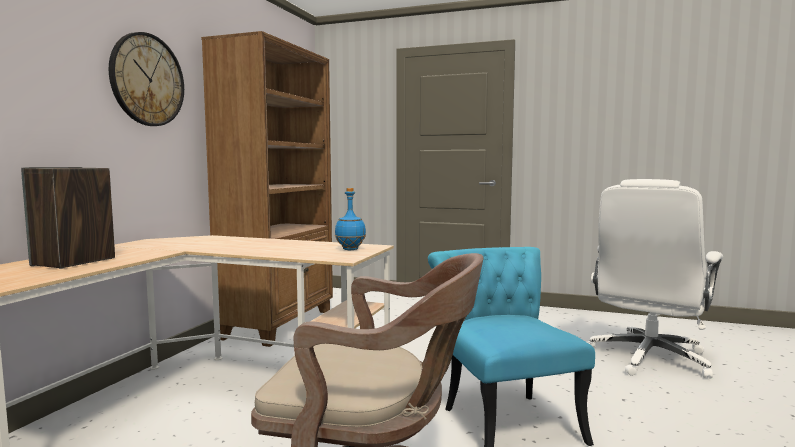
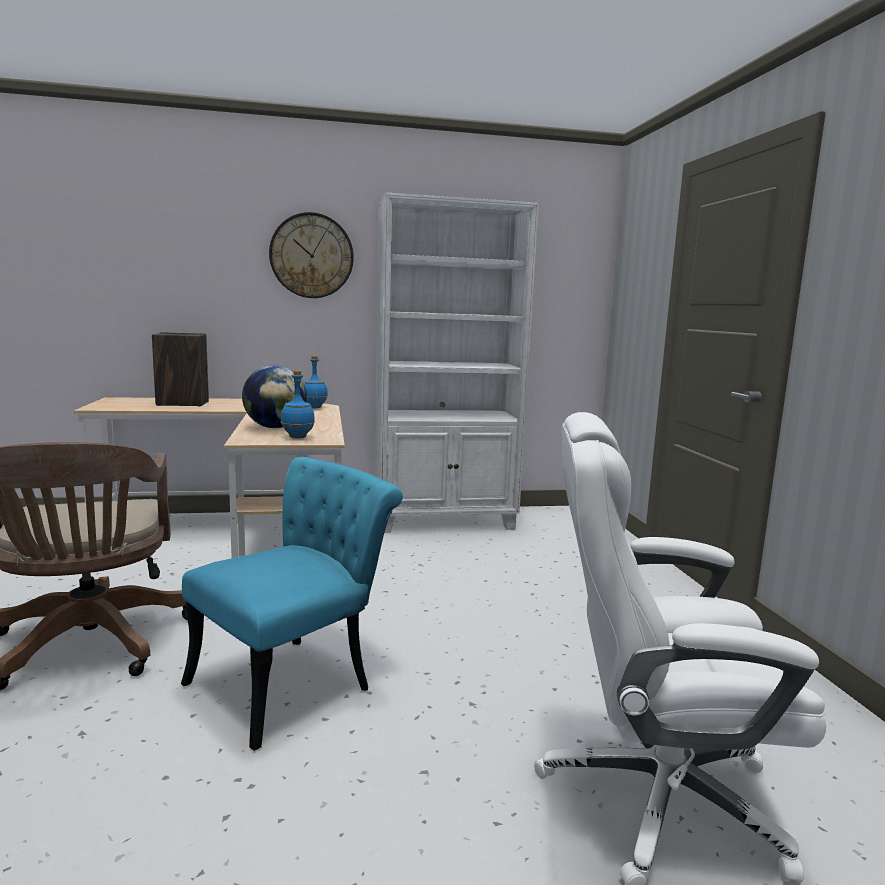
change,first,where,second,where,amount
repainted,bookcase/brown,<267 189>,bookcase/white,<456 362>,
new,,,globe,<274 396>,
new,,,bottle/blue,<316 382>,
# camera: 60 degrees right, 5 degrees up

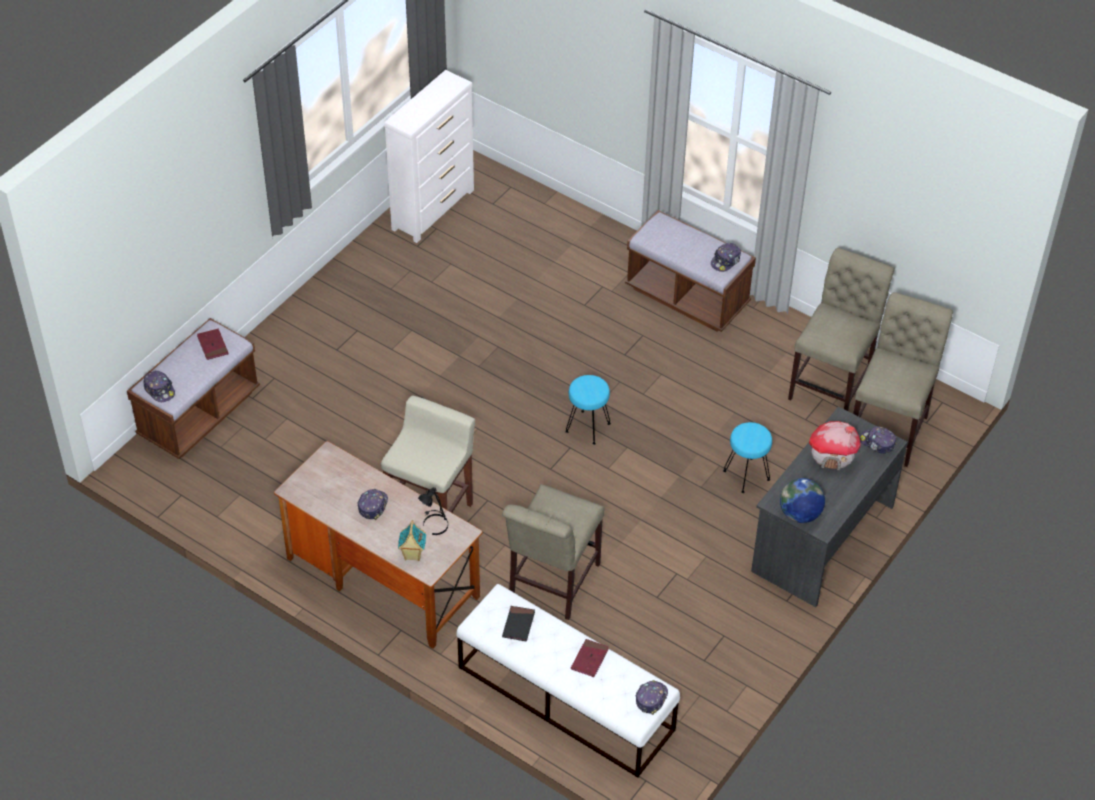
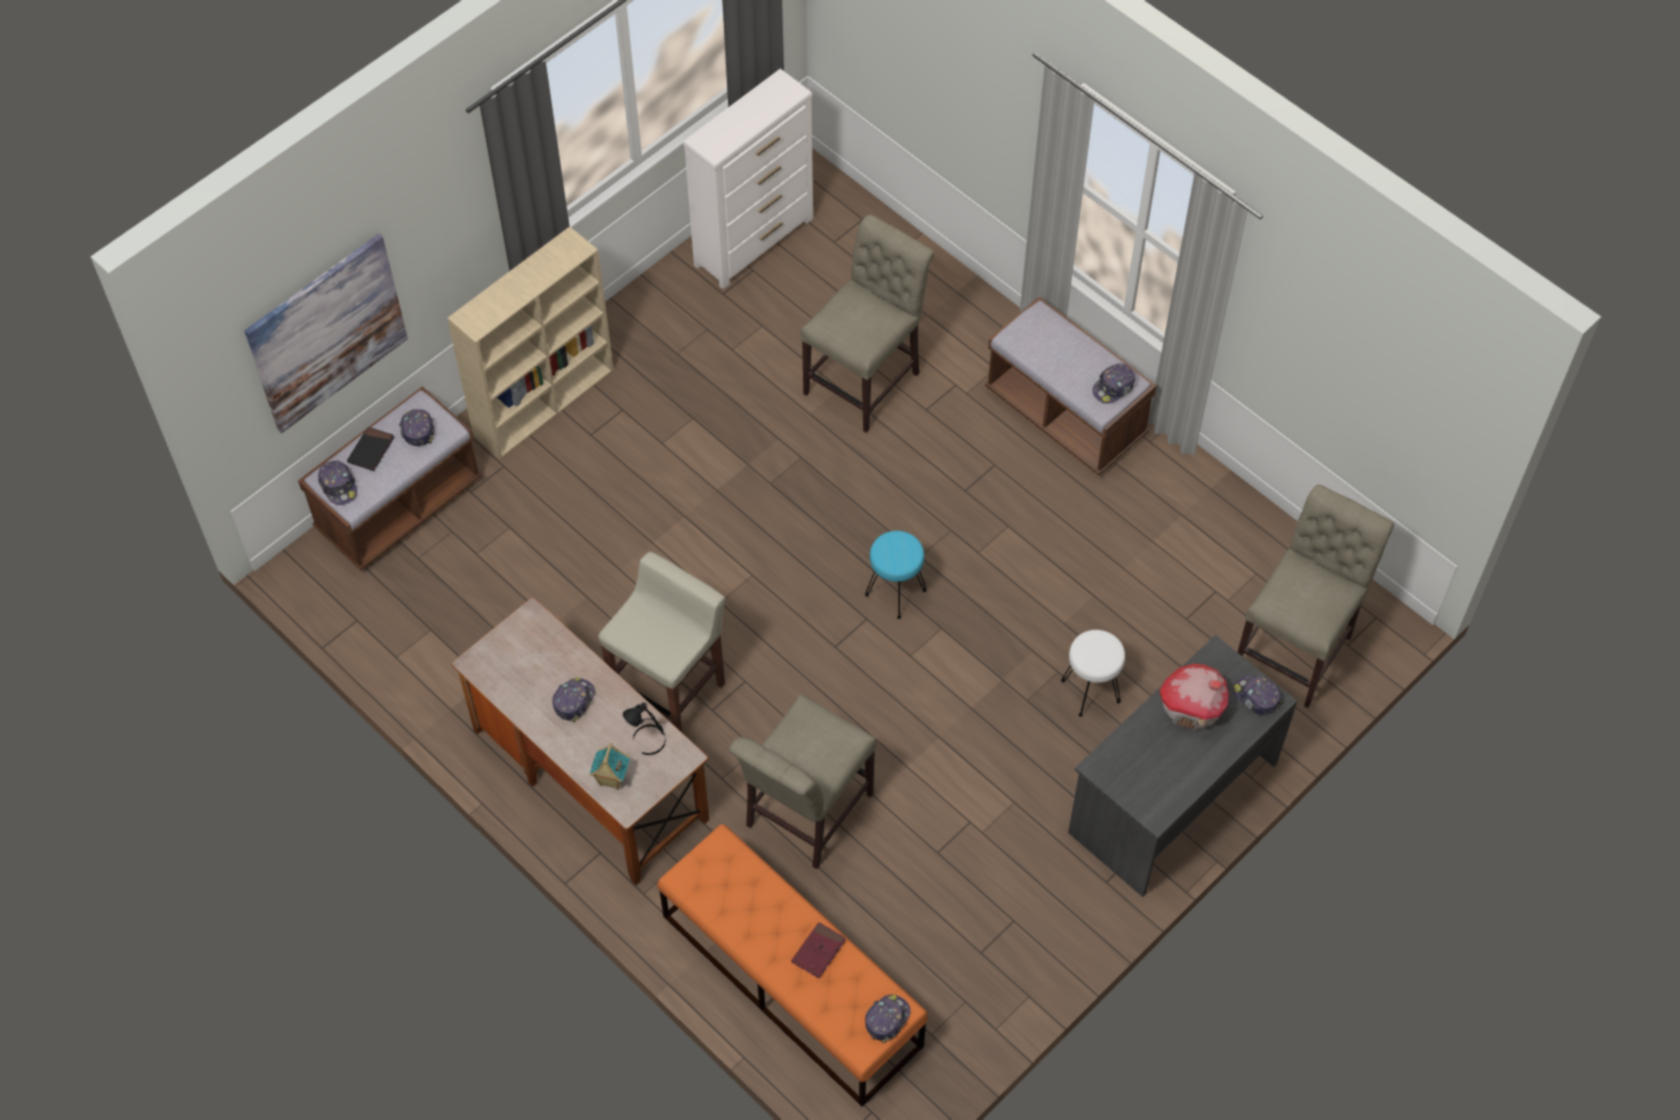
change,first,where,second,where,amount
swapped,book/red,<212 344>,cap,<416 428>,
repainted,bench/white,<568 681>,bench/orange,<792 965>,
shifted,book/black,<518 624>,,<370 449>,
repainted,stool/turquoise,<747 457>,stool/white,<1093 673>,
gone,globe,<802 500>,,,
shifted,chair/beige,<841 329>,,<867 323>,
new,,,picture,<326 333>,
new,,,bookcase/beige,<530 342>,
# camera: 10 degrees right, 10 degrees up

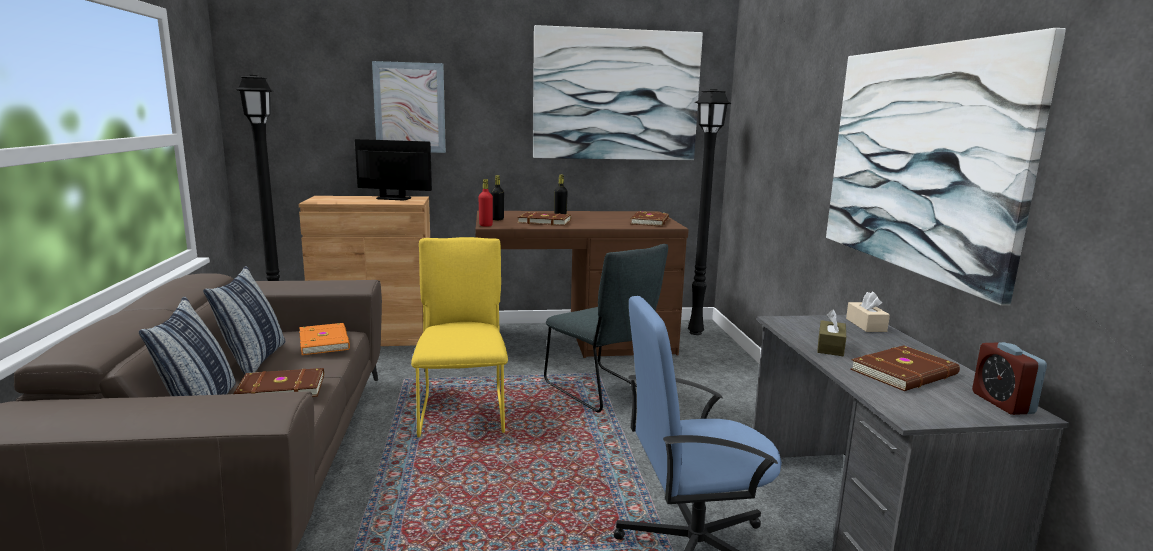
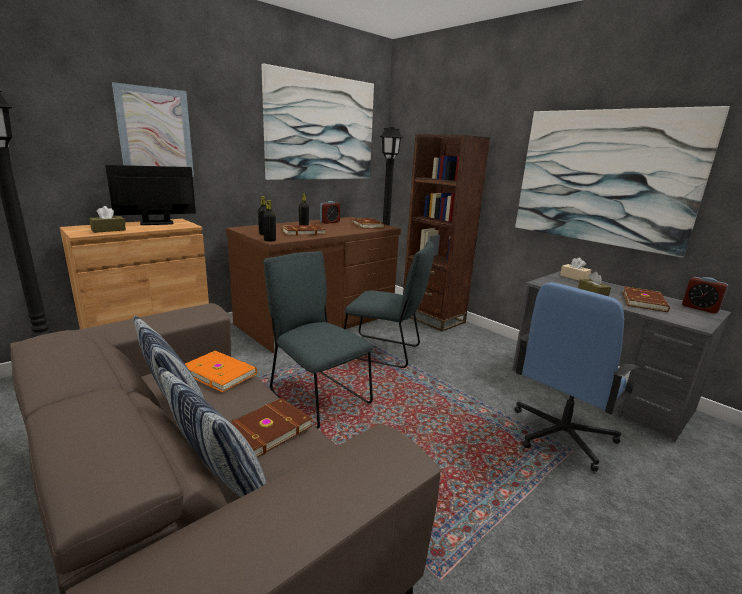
change,first,where,second,where,amount
repainted,chair/yellow,<459 337>,chair/grey,<319 340>,
repainted,bottle/red,<485 203>,bottle/black,<269 220>,
new,,,tissue box/brown,<107 219>,
new,,,alarm clock,<330 212>,
new,,,bookcase/brown,<446 233>,
# camera: 35 degrees left, 5 degrees up

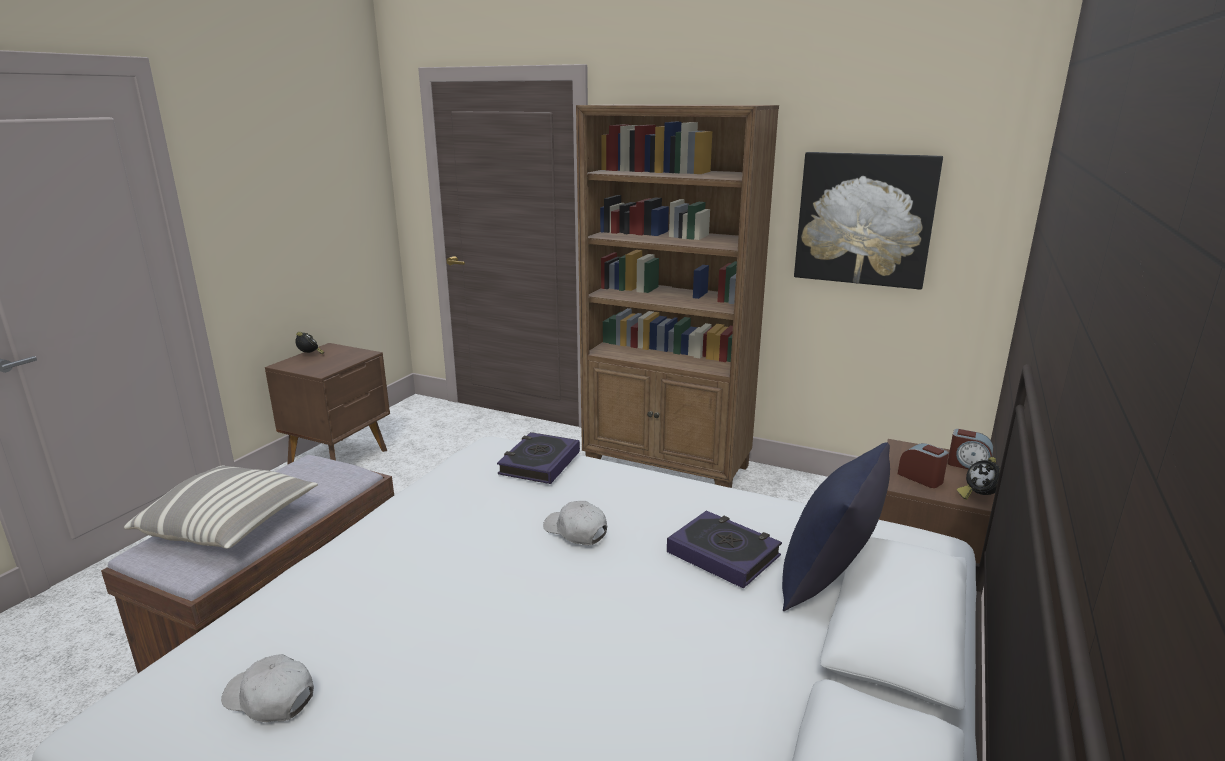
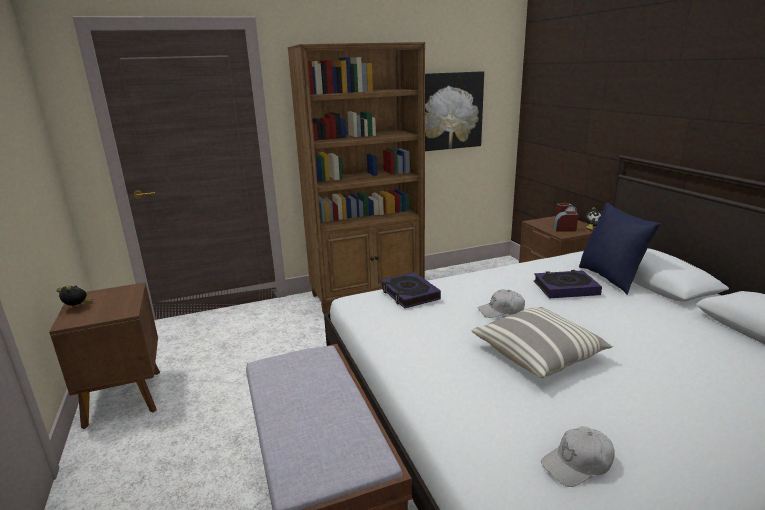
change,first,where,second,where,amount
shifted,pillow,<221 507>,,<543 342>,
# camera: 45 degrees left, 0 degrees up

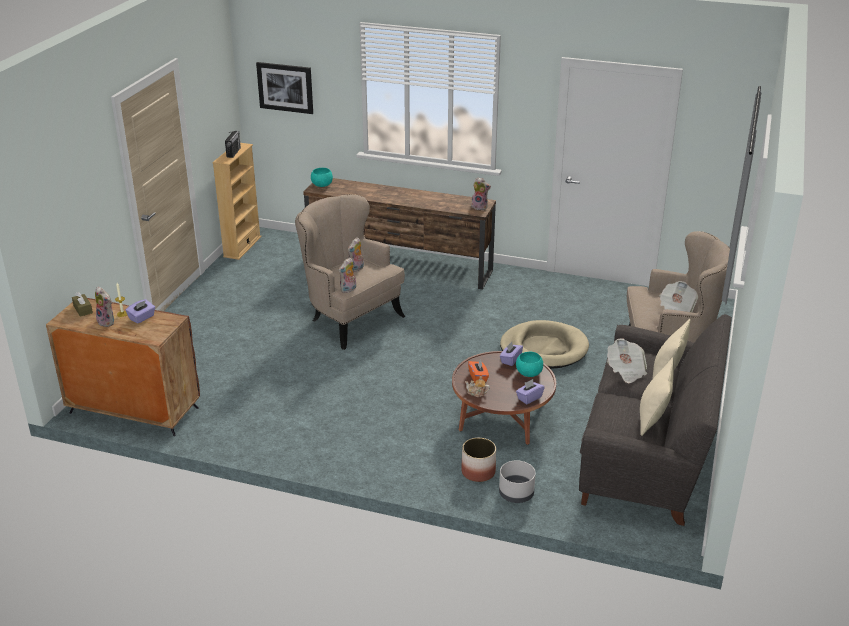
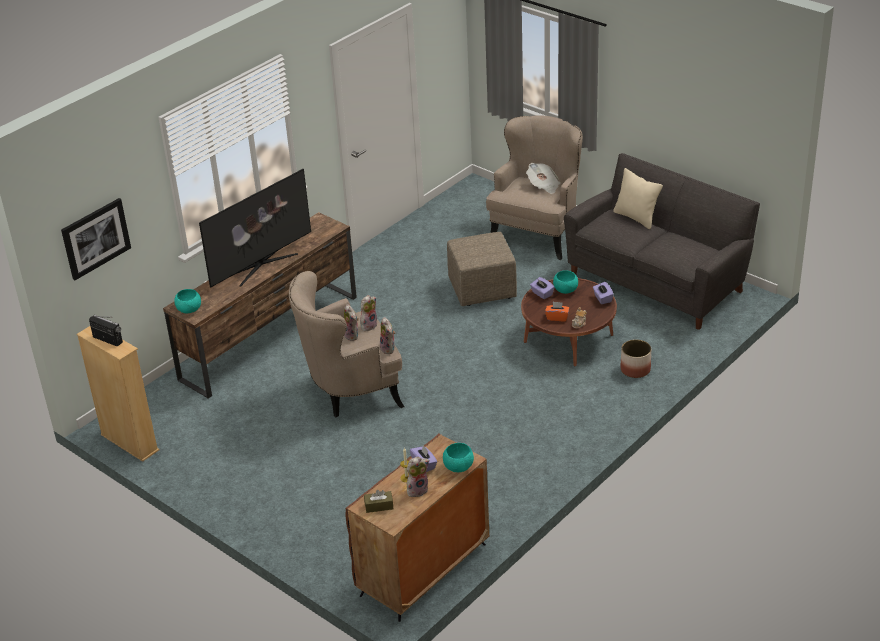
change,first,where,second,where,amount
shifted,plush toy,<481 193>,,<368 313>,
gone,planter/grey,<517 481>,,,
swapped,dog bed/beige,<544 344>,ottoman/beige,<482 269>,
gone,newspaper,<627 360>,,,
gone,pillow/beige,<657 396>,,,
new,,,television,<255 228>,
new,,,bowl/turquoise,<458 457>,
# camera: 65 degrees left, 5 degrees up

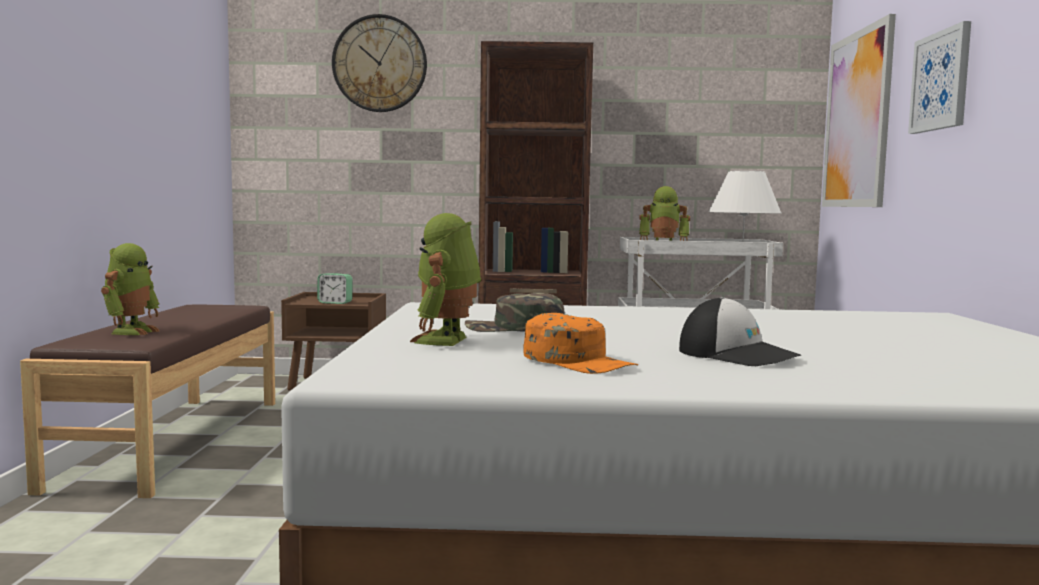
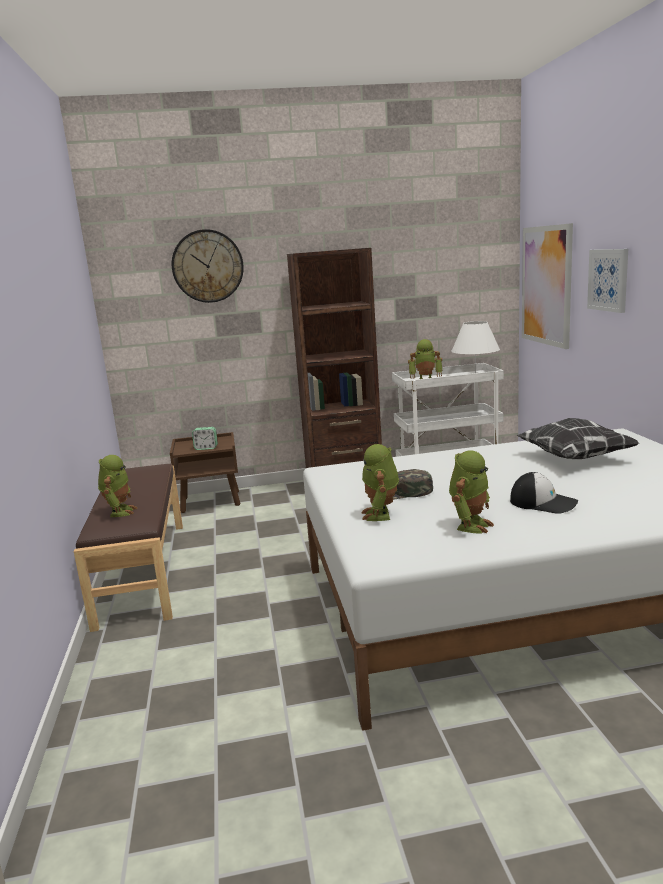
change,first,where,second,where,amount
swapped,cap/orange,<580 343>,toy robot,<471 492>,
new,,,pillow,<578 438>,
# camera: 10 degrees left, 10 degrees up

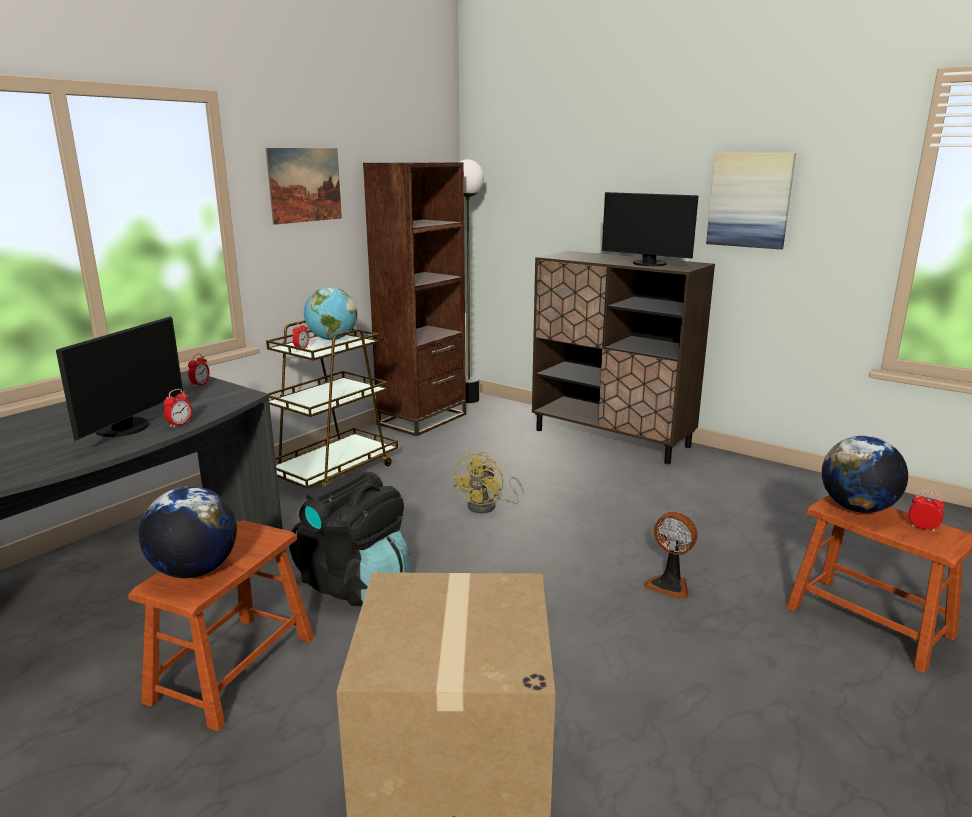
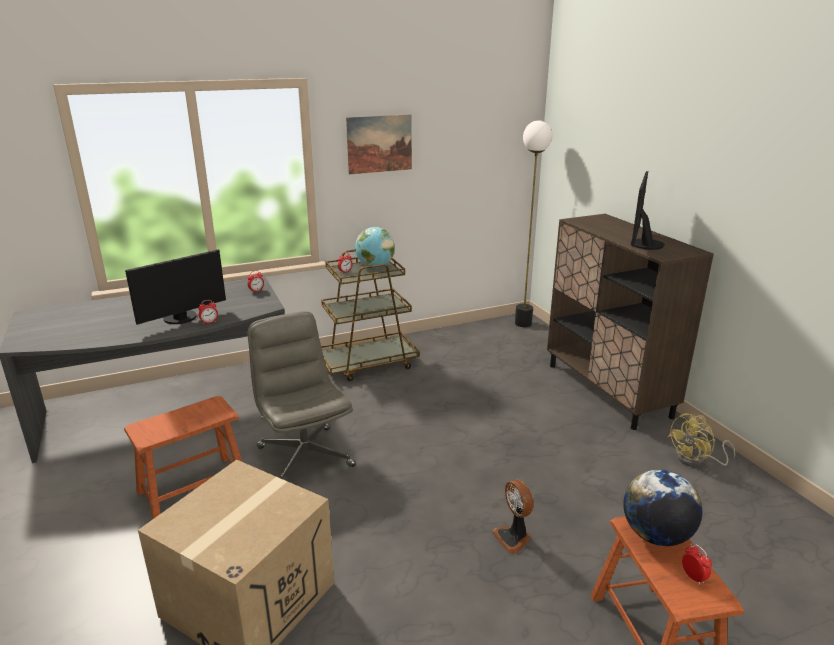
change,first,where,second,where,amount
gone,globe,<188 532>,,,
swapped,backpack/black,<349 538>,office chair/grey,<302 396>,
gone,bookcase/brown,<414 299>,,,
shifted,fan/yellow,<488 482>,,<701 440>,
rotated,monitor,<650 229>,,<648 210>,45 degrees clockwise
gone,picture,<751 201>,,,
# camera: 30 degrees right, 5 degrees up

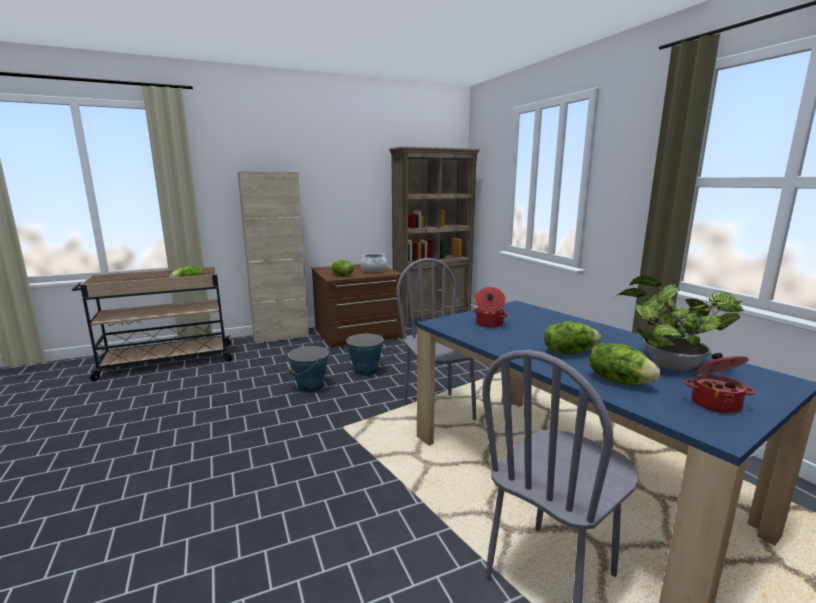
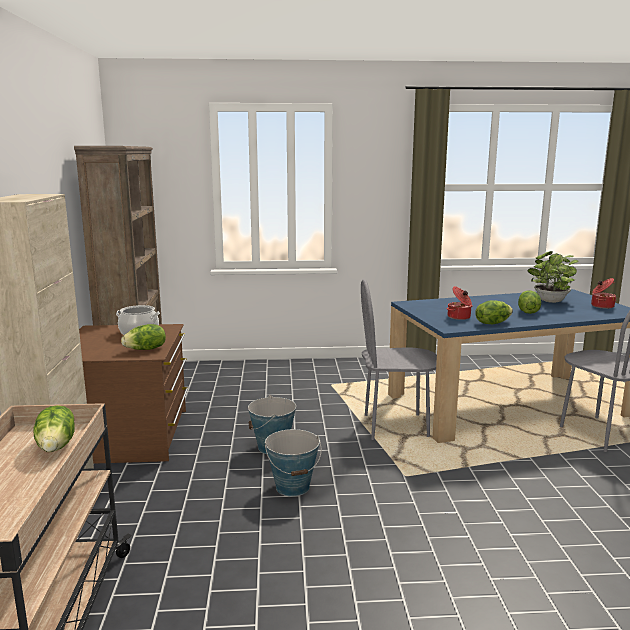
change,first,where,second,where,amount
shifted,lettuce,<625 364>,,<494 312>,
# camera: 70 degrees left, 0 degrees up

